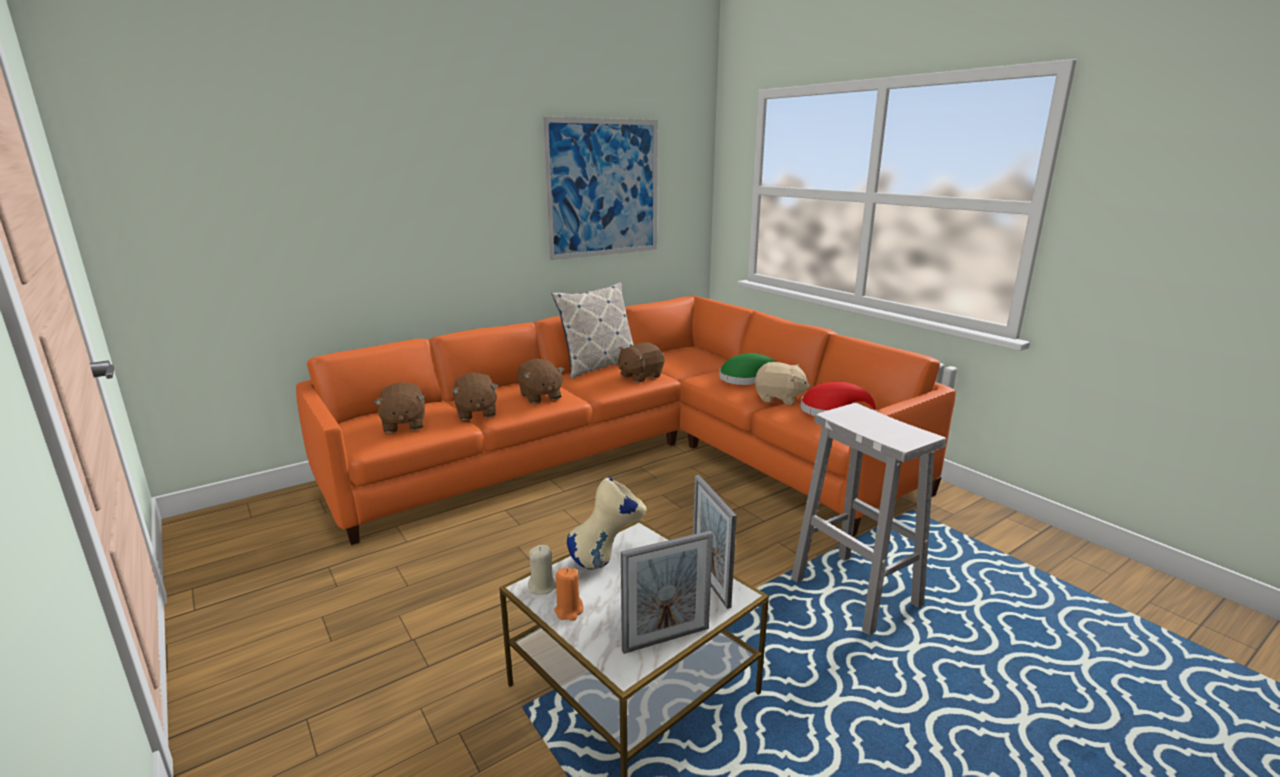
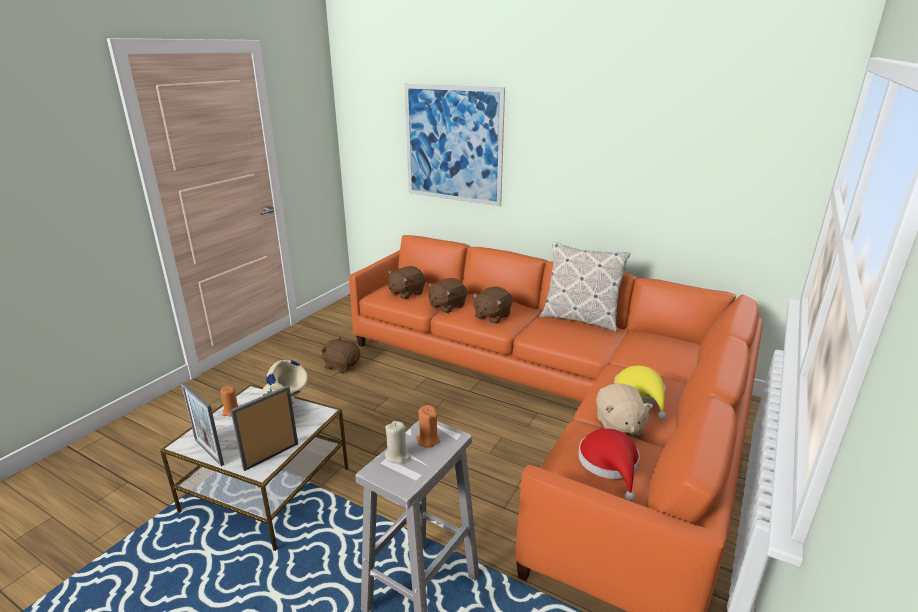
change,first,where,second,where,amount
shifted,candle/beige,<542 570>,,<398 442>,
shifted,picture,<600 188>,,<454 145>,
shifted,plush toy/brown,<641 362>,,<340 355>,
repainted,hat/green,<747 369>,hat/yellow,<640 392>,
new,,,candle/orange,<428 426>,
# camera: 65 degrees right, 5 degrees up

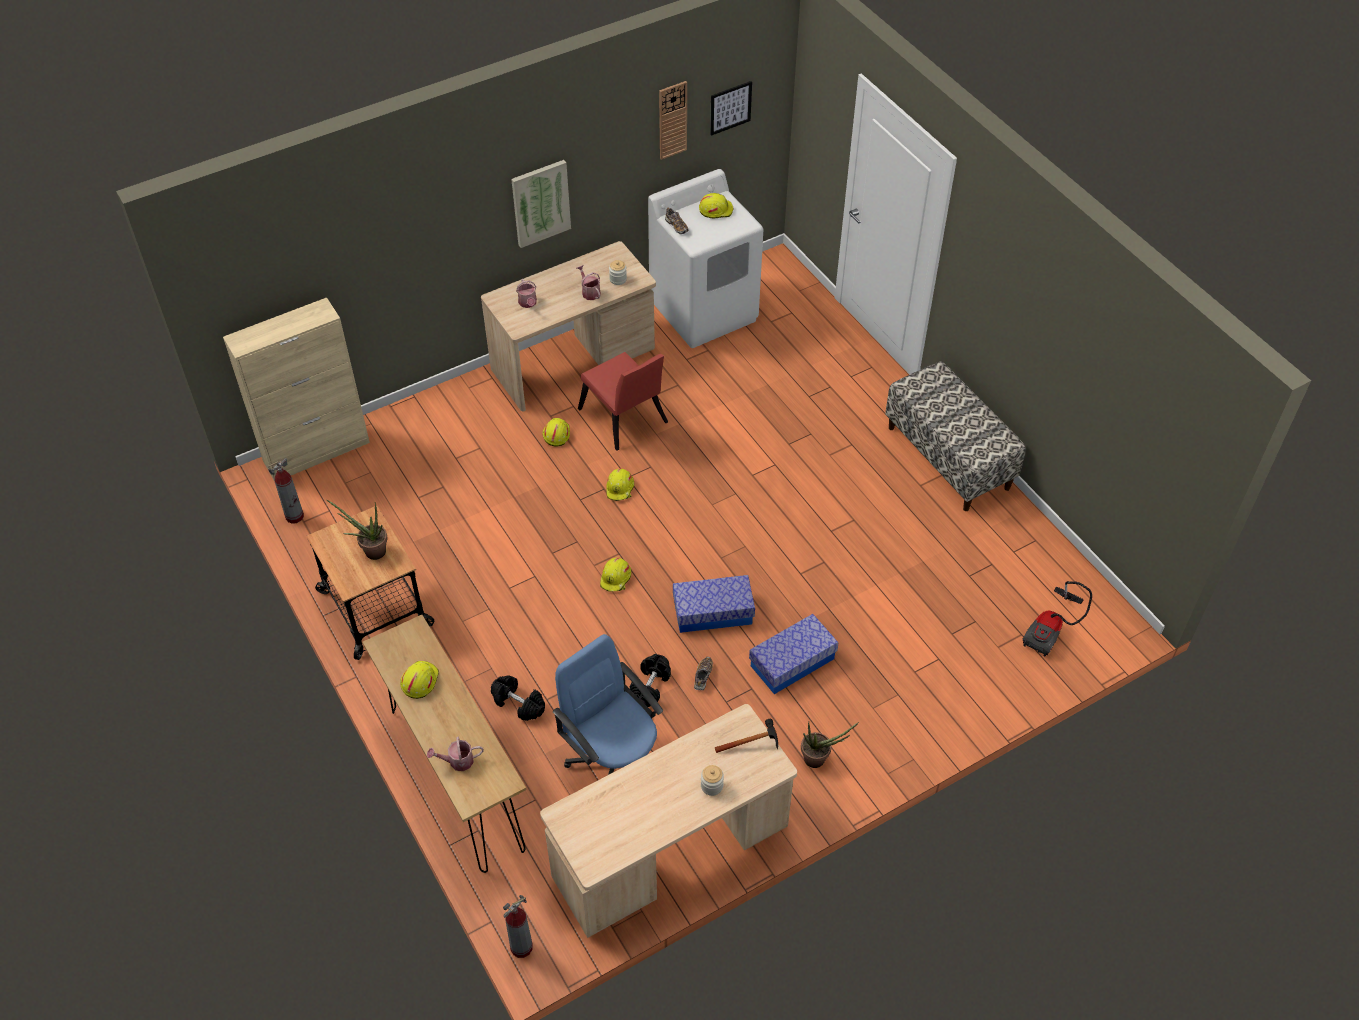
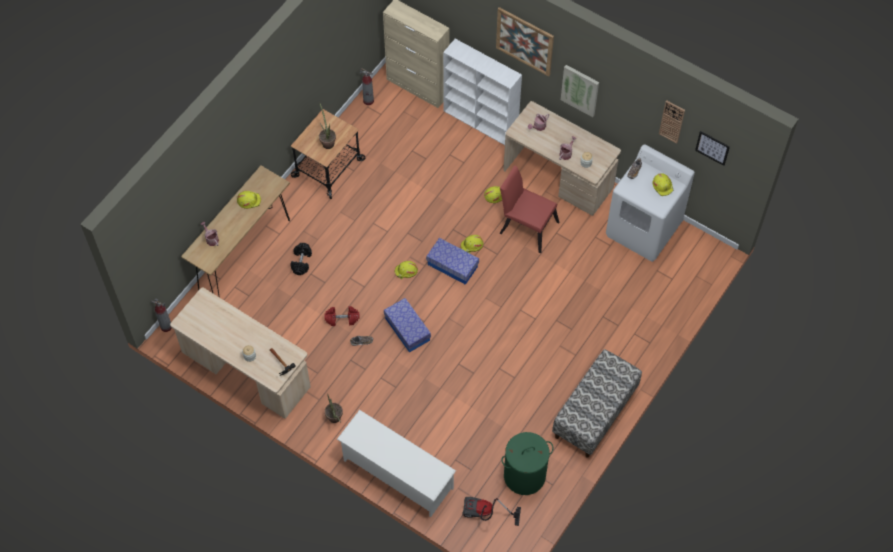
change,first,where,second,where,amount
gone,office chair/blue,<608 704>,,,
rotated,chair/red,<623 401>,,<529 209>,90 degrees clockwise
repainted,dumbbell/black,<650 680>,dumbbell/red,<342 316>,
shifted,storage box,<793 654>,,<452 261>,
new,,,shoe rack/white,<396 463>,
new,,,bookcase/white,<482 92>,
new,,,picture,<525 41>,
new,,,laundry basket/green,<527 463>,
# camera: 65 degrees right, 10 degrees up

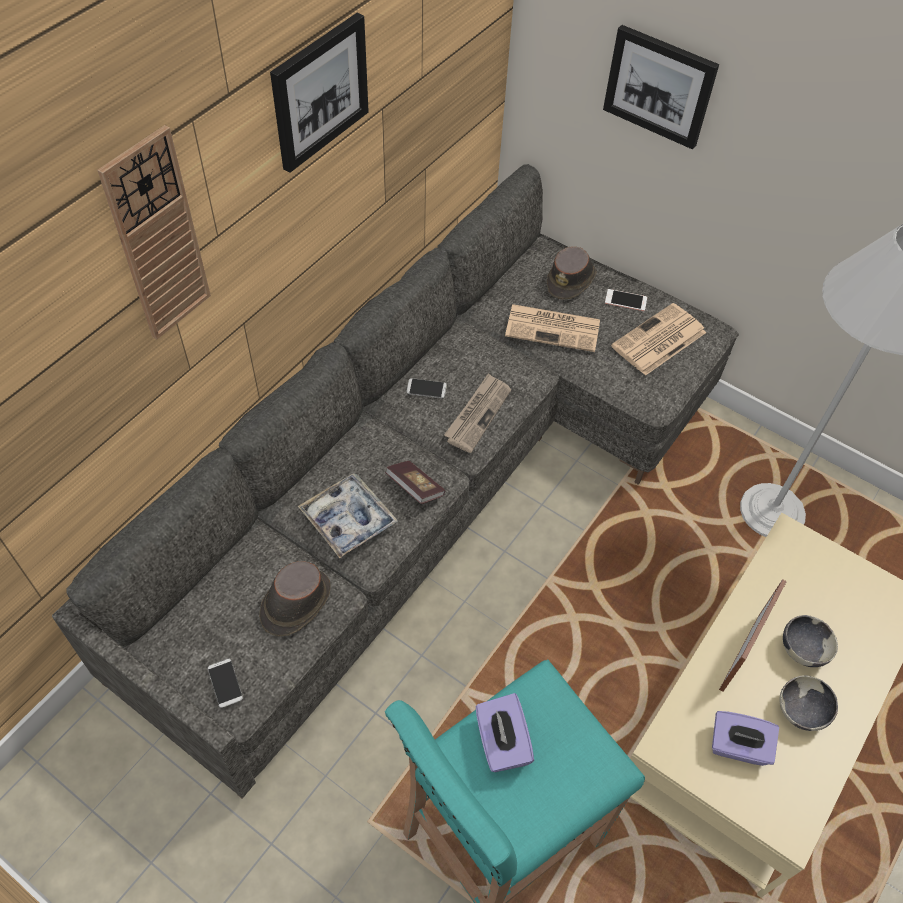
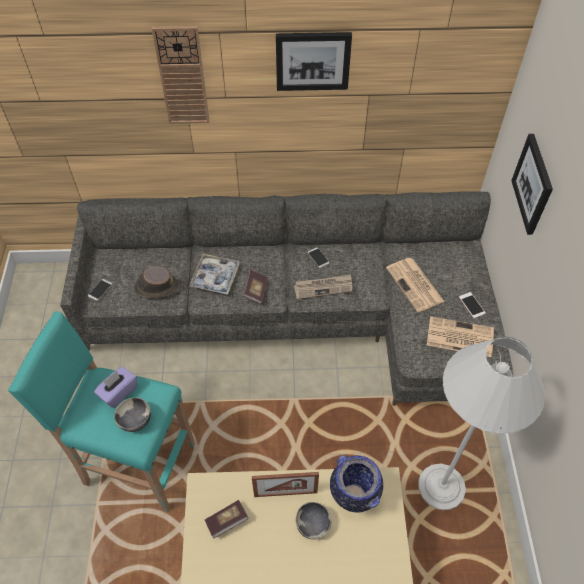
change,first,where,second,where,amount
gone,hat/brown,<571 273>,,,
swapped,tissue box/purple,<745 738>,book,<227 519>,
shifted,bowl,<808 703>,,<132 415>,
new,,,vase,<356 483>,
# camera: 55 degrees right, 0 degrees up

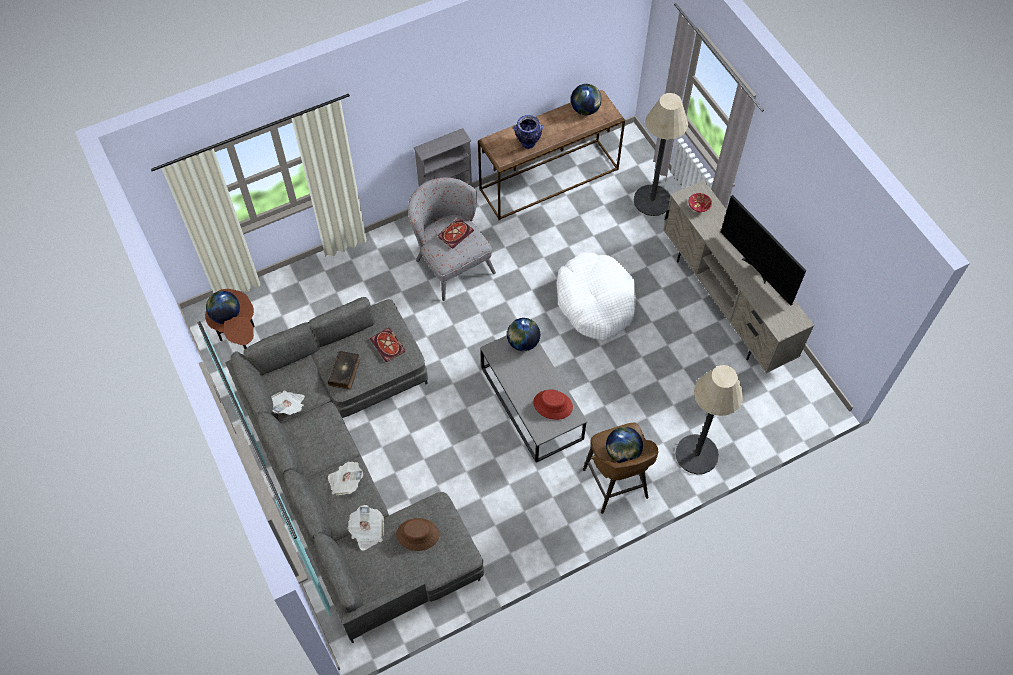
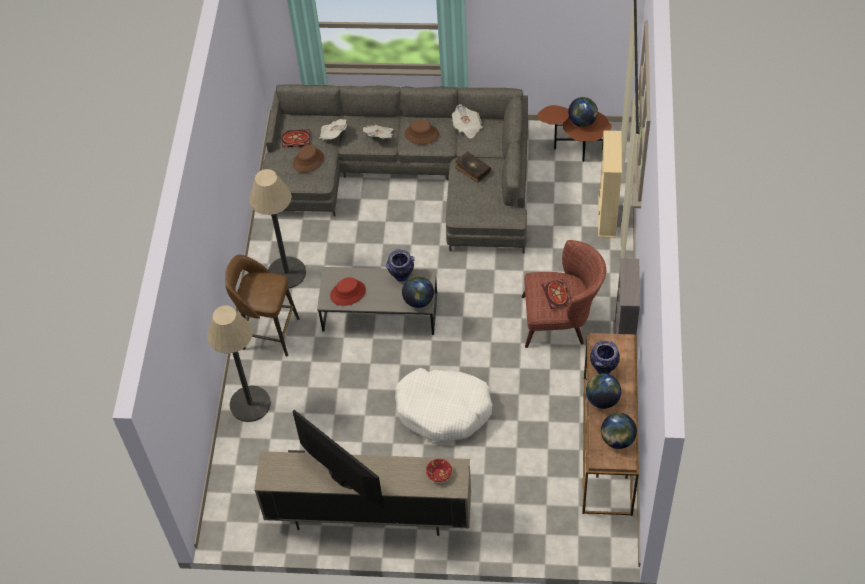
change,first,where,second,where,amount
shifted,book,<387 345>,,<296 138>,
repainted,armchair/grey,<452 239>,armchair/brown,<564 294>,
shifted,globe,<624 445>,,<603 391>,
shifted,floor lamp,<661 154>,,<277 229>,
rotated,television,<763 250>,,<338 459>,45 degrees clockwise
new,,,vase,<400 265>,
new,,,hat/brown,<422 132>,
new,,,bookcase/beige,<610 184>,
# camera: 125 degrees right, 5 degrees down

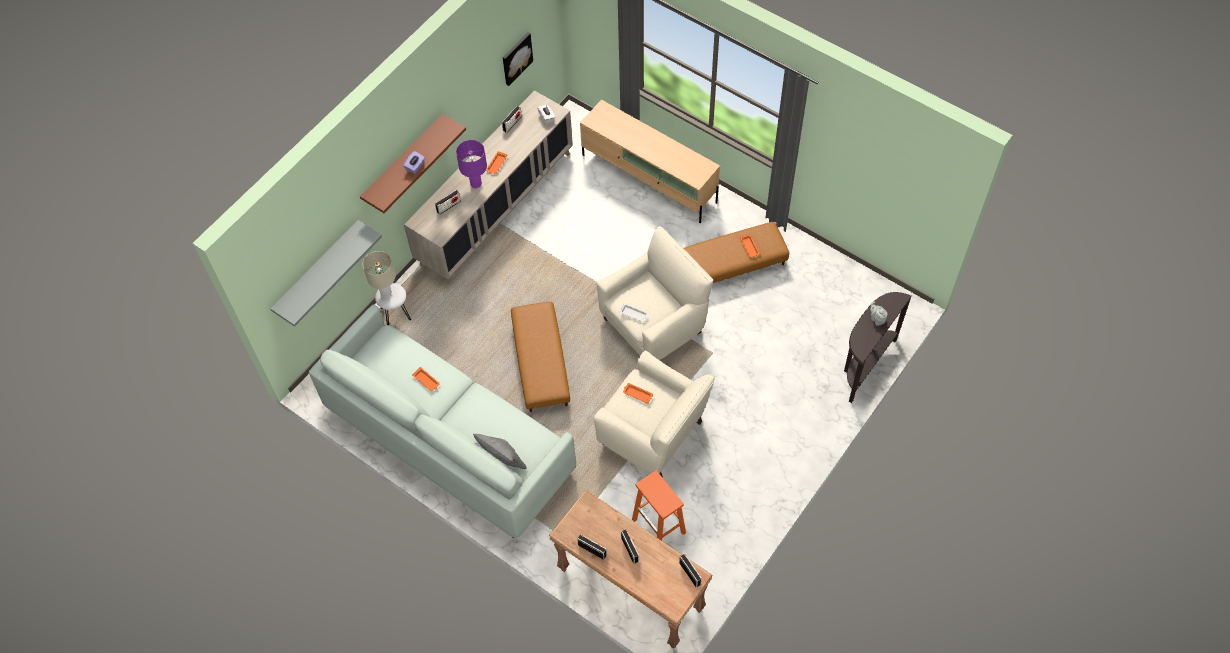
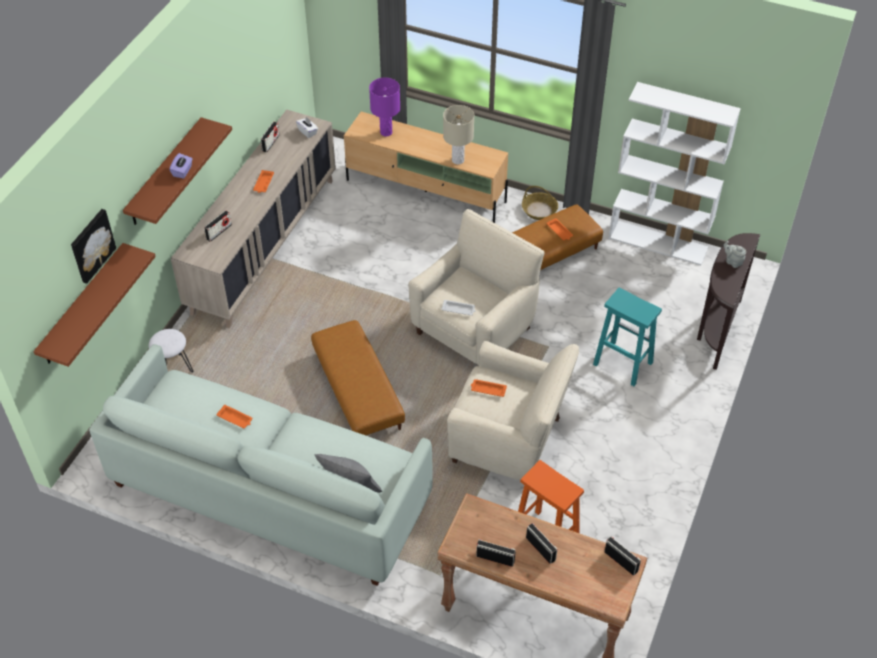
change,first,where,second,where,amount
repainted,shelf/grey,<326 273>,shelf/brown,<94 305>,
shifted,table lamp/beige,<379 274>,,<458 135>,
shifted,table lamp/purple,<471 164>,,<384 107>,
shifted,picture,<518 59>,,<93 246>,
new,,,basket,<540 203>,
new,,,stool/turquoise,<627 337>,
new,,,bookcase/white,<674 173>,
# camera: 15 degrees left, 10 degrees down

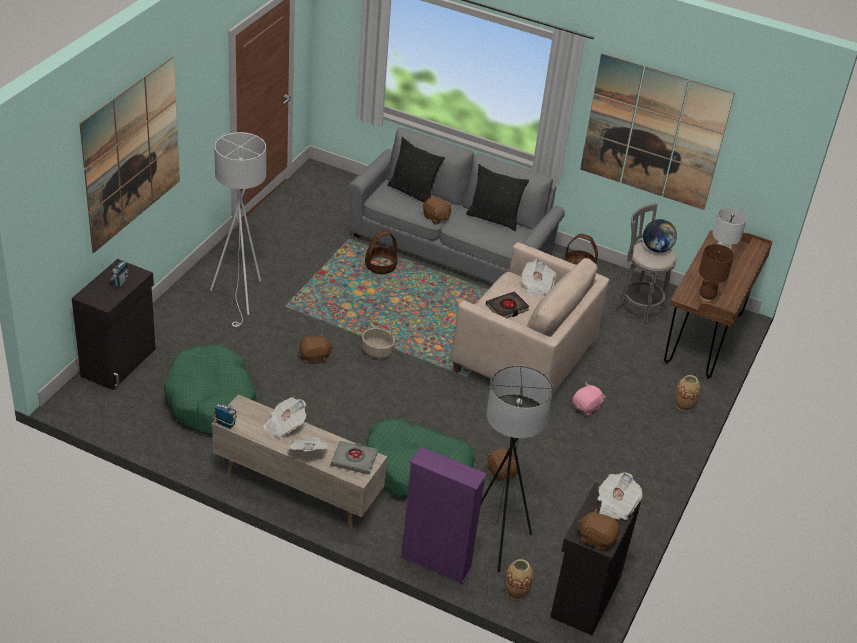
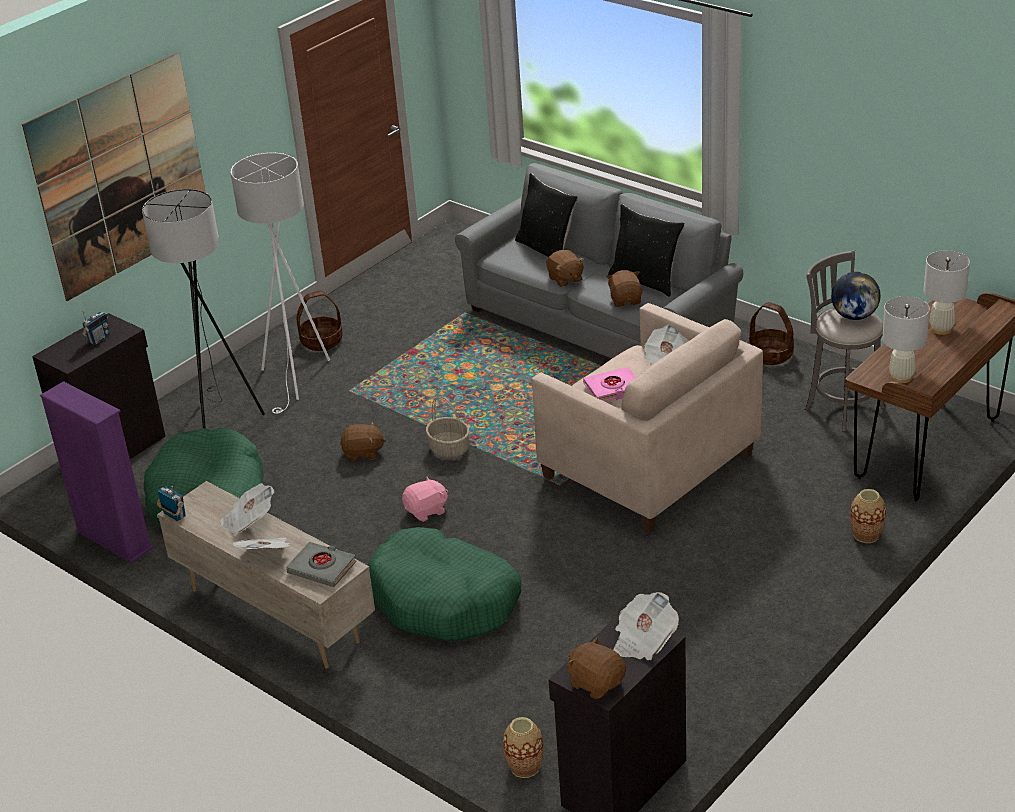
change,first,where,second,where,amount
shifted,basket,<381 252>,,<319 321>,
shifted,bookcase/purple,<443 515>,,<96 472>,
shifted,floor lamp/grey,<515 468>,,<203 309>,
repainted,book/black,<507 304>,book/pink,<609 384>,
shifted,plush toy/brown,<502 465>,,<624 288>,
shifted,plush toy/pink,<588 399>,,<425 499>,
gone,picture,<657 132>,,,
repainted,table lamp/brown,<716 273>,table lamp/white,<906 339>,
# camera: 20 degrees right, 5 degrees down

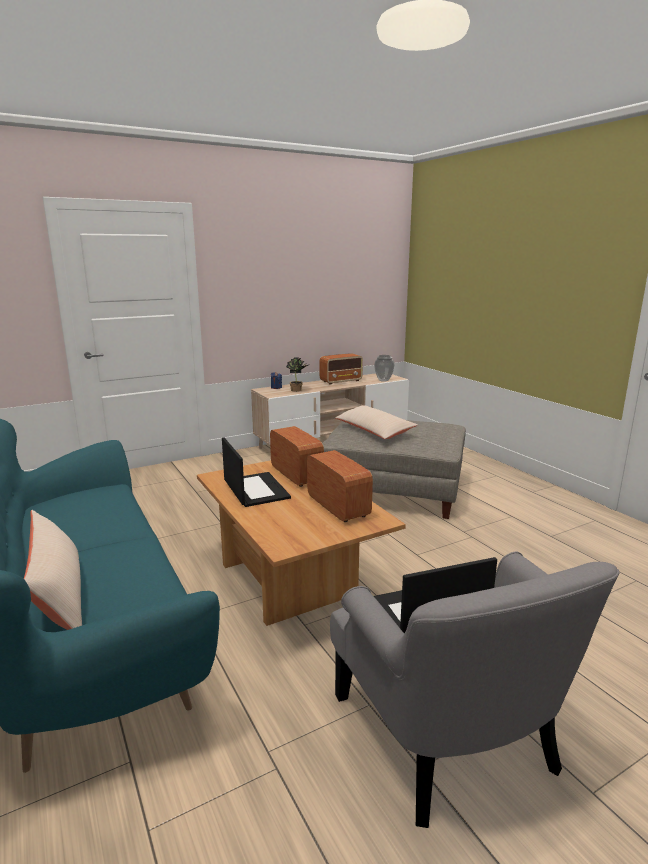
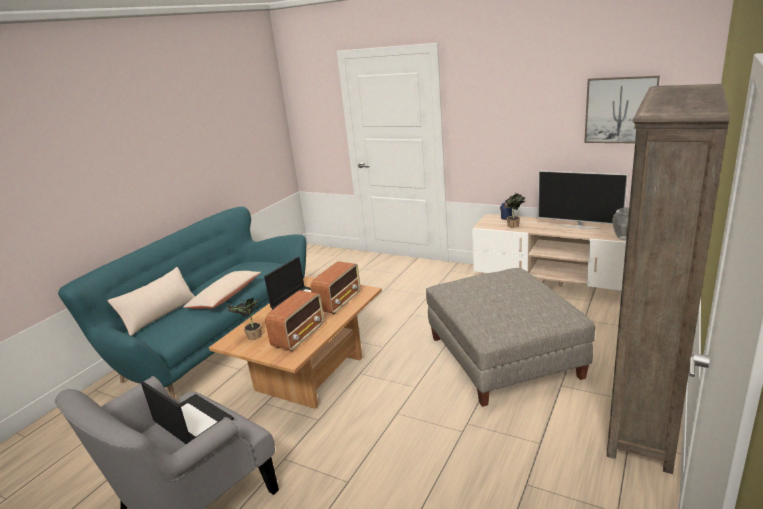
change,first,where,second,where,amount
swapped,radio,<341 368>,television,<582 200>,
shifted,pillow/beige,<376 422>,,<222 290>,
new,,,potted plant,<244 319>,
new,,,picture,<622 109>,
new,,,bookcase/brown,<668 279>,
# camera: 60 degrees right, 5 degrees up

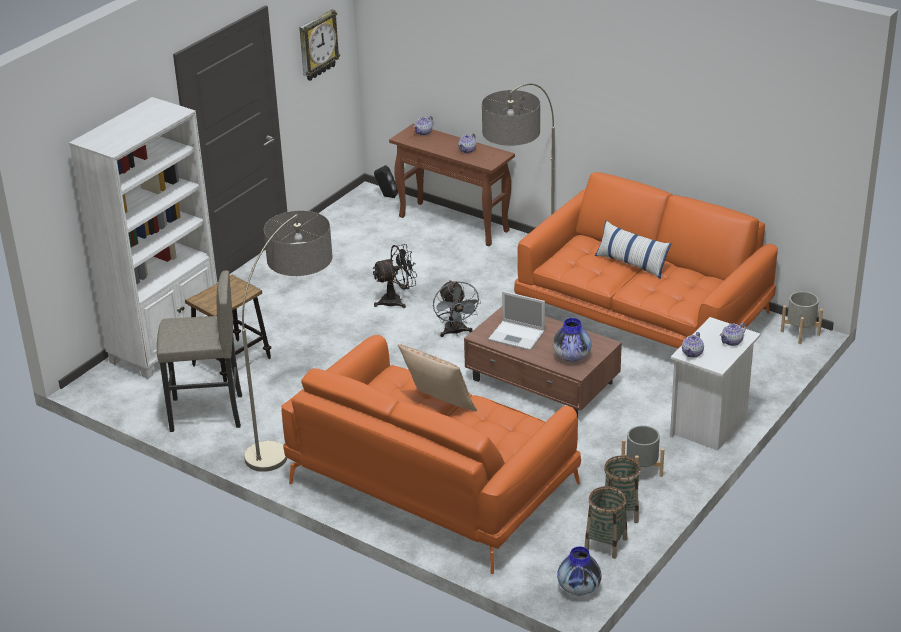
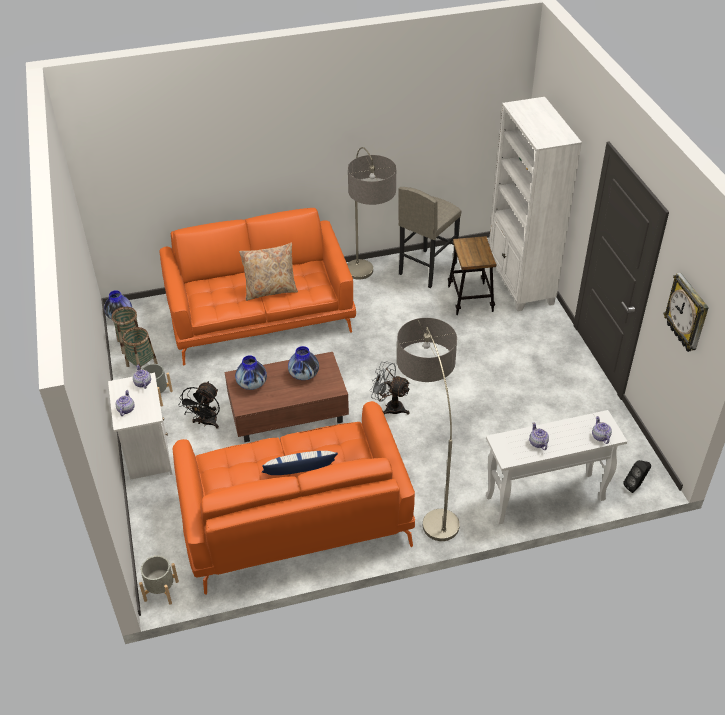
change,first,where,second,where,amount
shifted,fan/black,<395 276>,,<199 404>,
repainted,console table/brown,<452 185>,console table/white,<556 467>,
swapped,laptop,<516 321>,vase,<303 363>,
# camera: 130 degrees right, 10 degrees up

